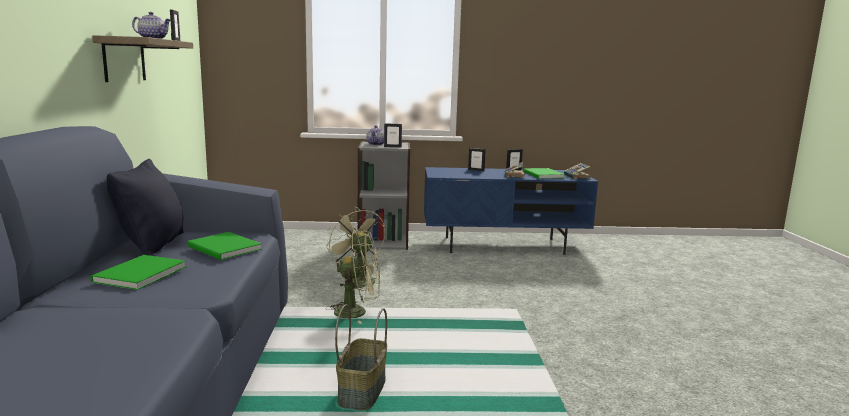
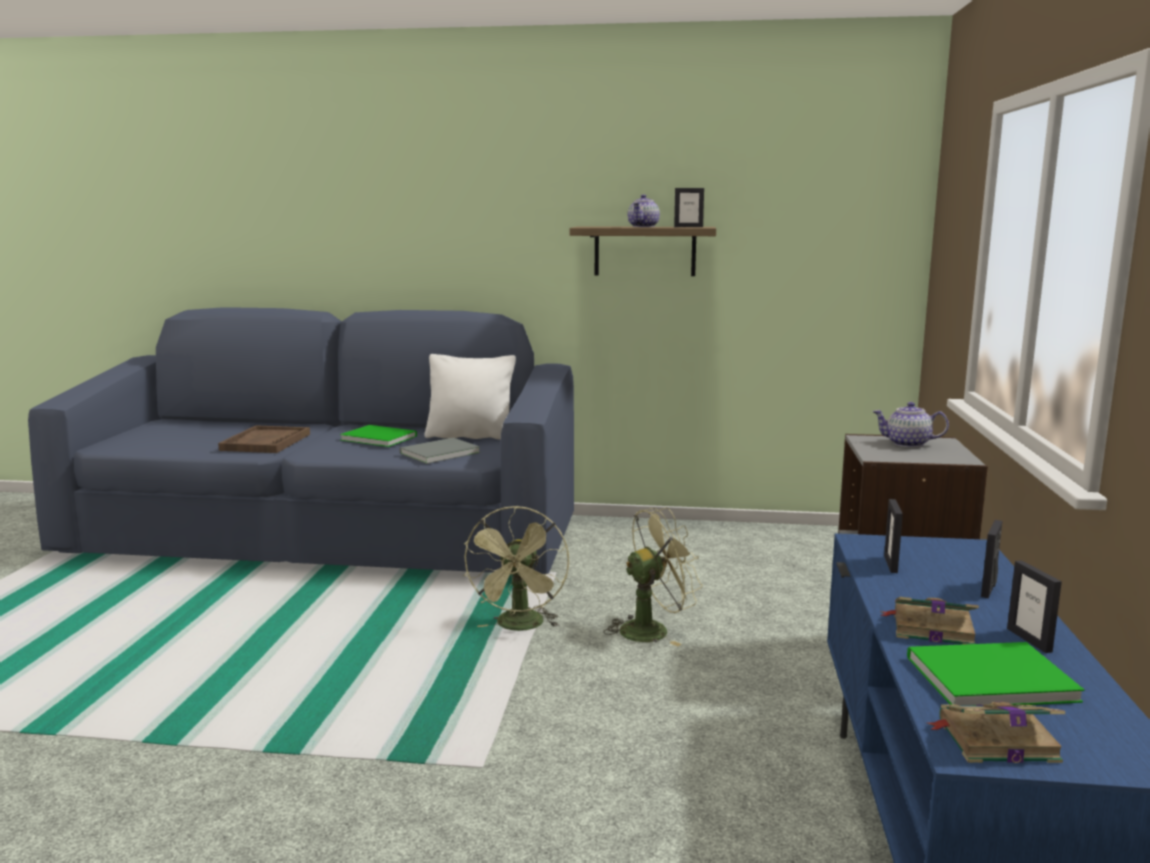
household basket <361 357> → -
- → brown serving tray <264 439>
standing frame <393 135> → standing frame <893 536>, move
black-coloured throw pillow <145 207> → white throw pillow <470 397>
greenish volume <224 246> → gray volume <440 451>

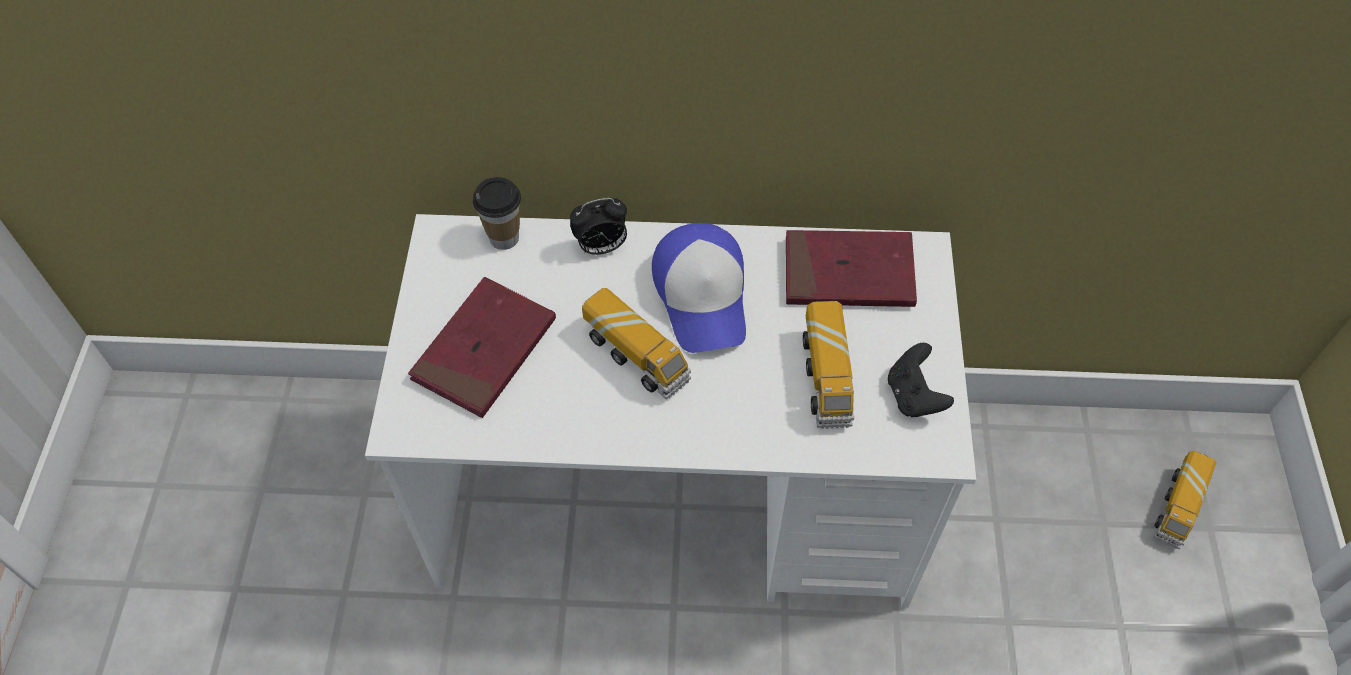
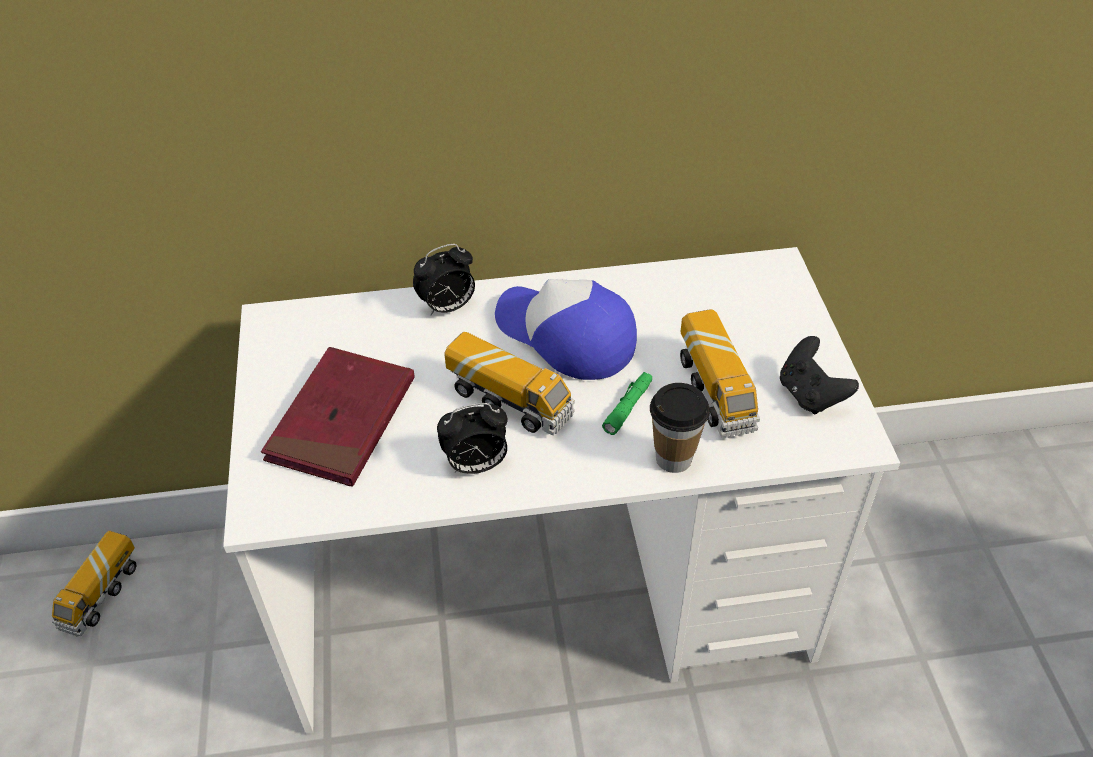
reddish volume <851 268> → -
- → alarm clock <472 438>
- → greenish flashlight <627 403>
cup <497 213> → cup <680 428>, move
model truck <1184 500> → model truck <94 584>, move
peaked cap <699 288> → peaked cap <566 329>, 150 degrees clockwise

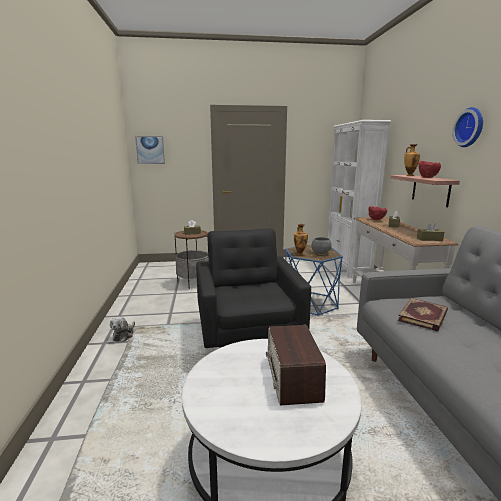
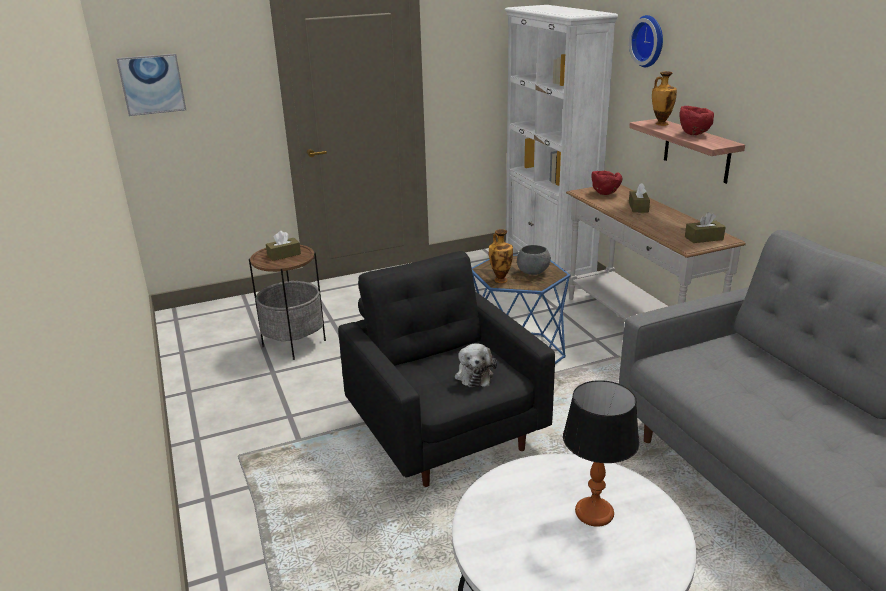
volume <423 314> → -
soft toy <122 329> → soft toy <476 365>, move
clock on the wall <467 127> → clock on the wall <646 41>, move
radio <296 365> → table lamp <601 453>

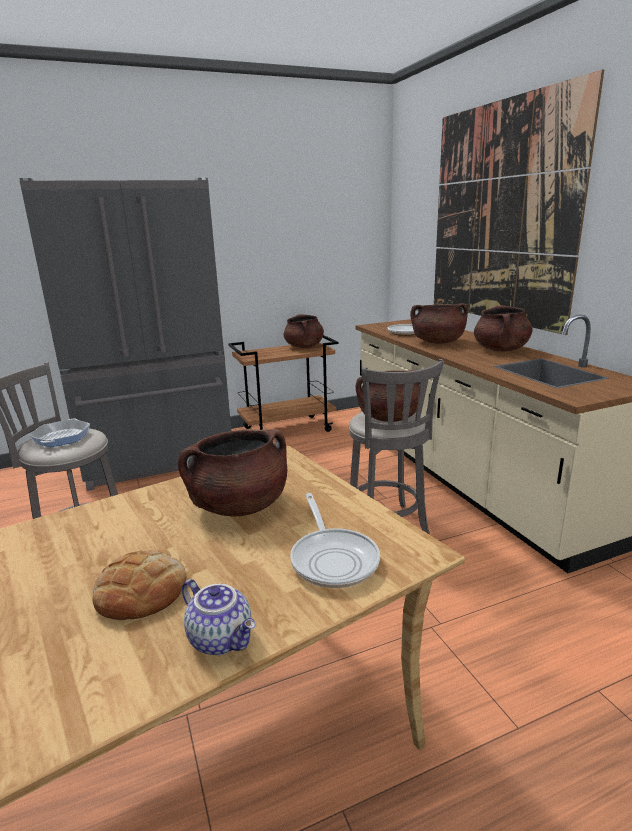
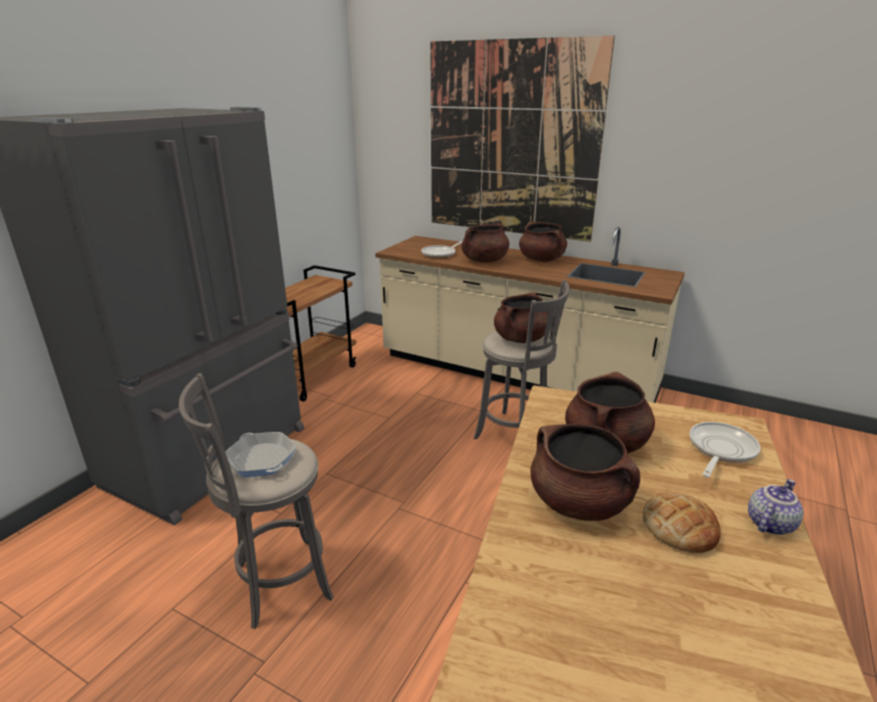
brown cooking pot <304 331> → brown cooking pot <585 472>, move
teapot <219 617> → teapot <775 507>, 45 degrees counterclockwise
skillet <335 540> → skillet <725 450>, 90 degrees counterclockwise

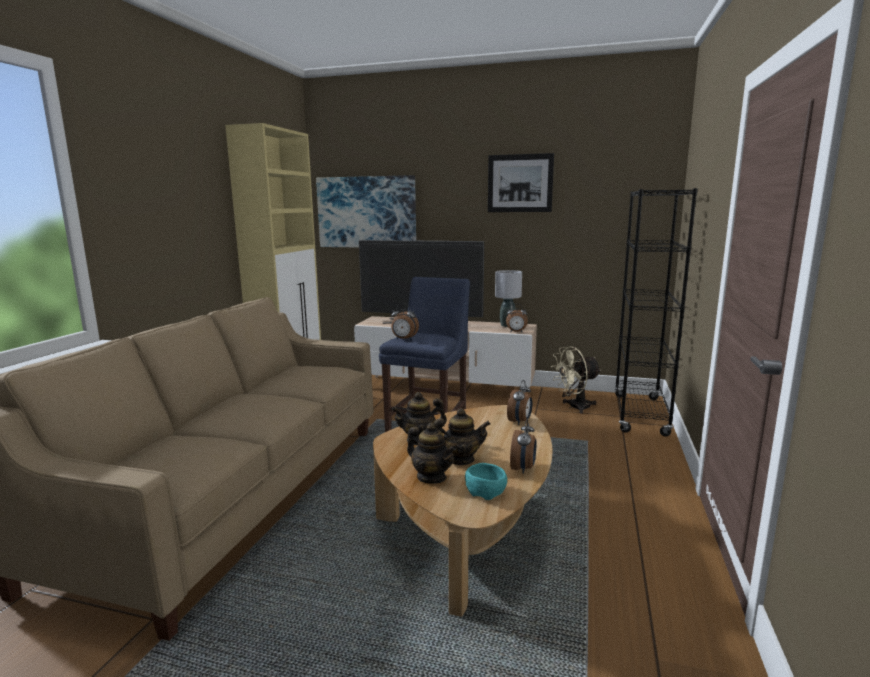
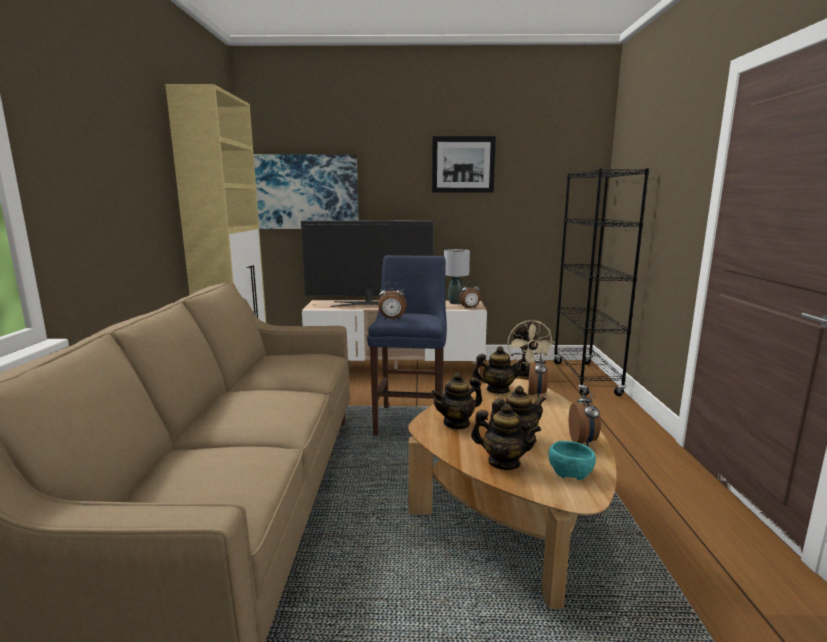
- → teapot <499 370>
sand-coloured electric fan <576 380> → sand-coloured electric fan <531 349>, 60 degrees counterclockwise

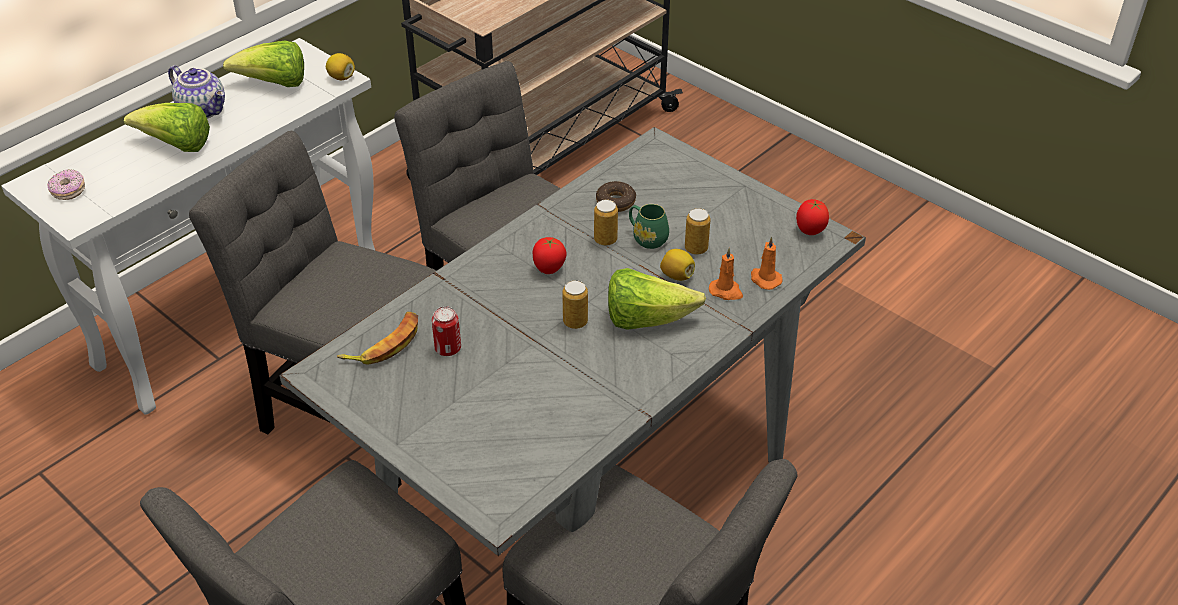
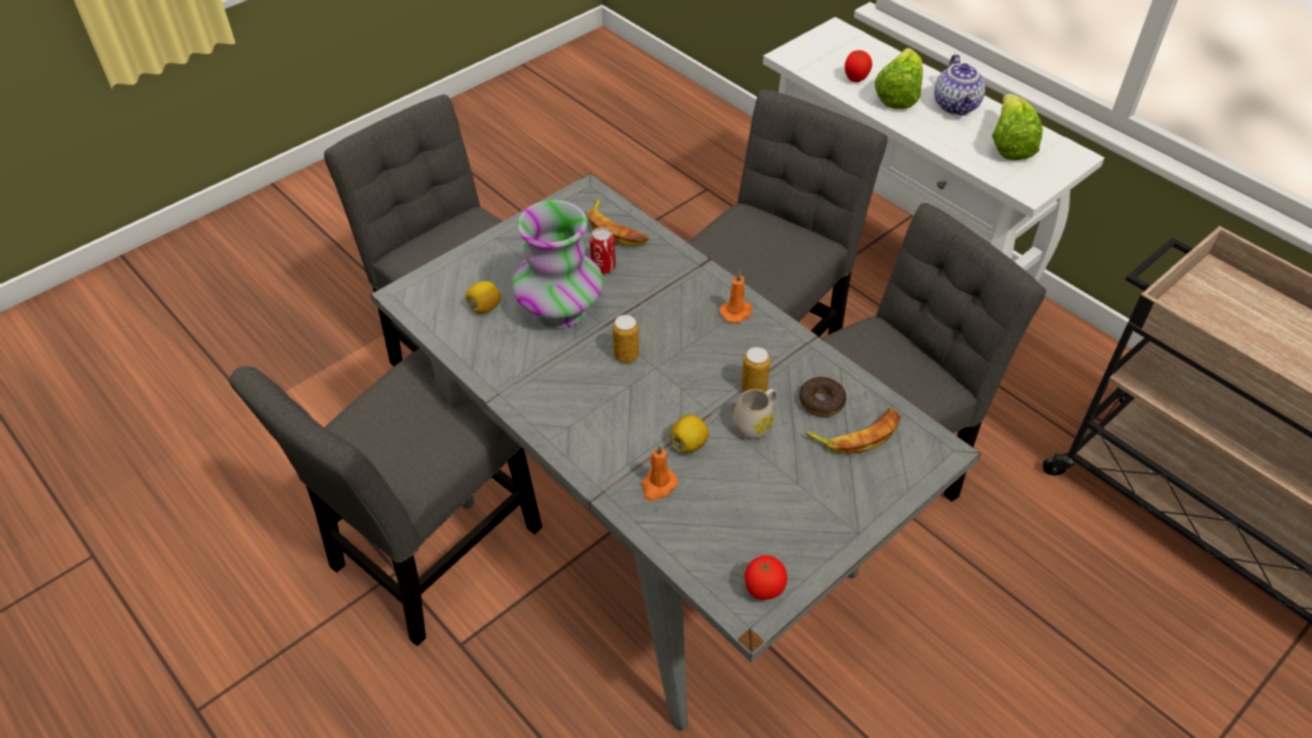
donut <66 184> → -
lettuce head <657 299> → -
can <697 231> → -
- → vase <557 264>
- → whole banana <853 431>
whole lemon <340 66> → whole lemon <483 297>, move
whole tomato <550 255> → whole tomato <858 66>, move
orange-coloured wax candle <767 263> → orange-coloured wax candle <736 297>, move
greenish mug <649 226> → white mug <754 414>
teapot <196 92> → teapot <959 85>, 45 degrees counterclockwise

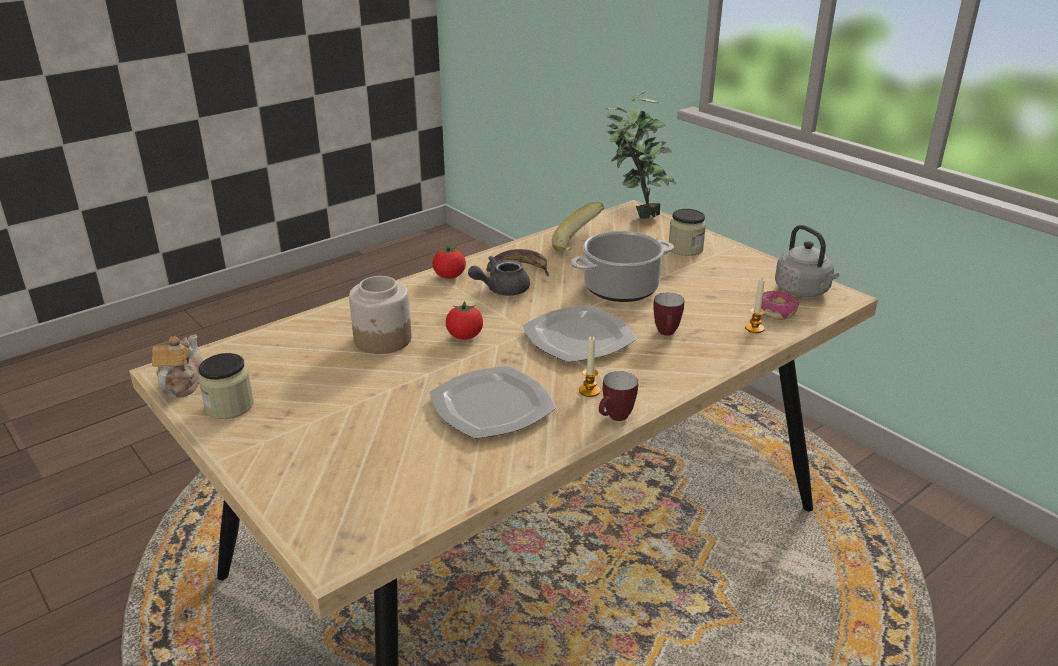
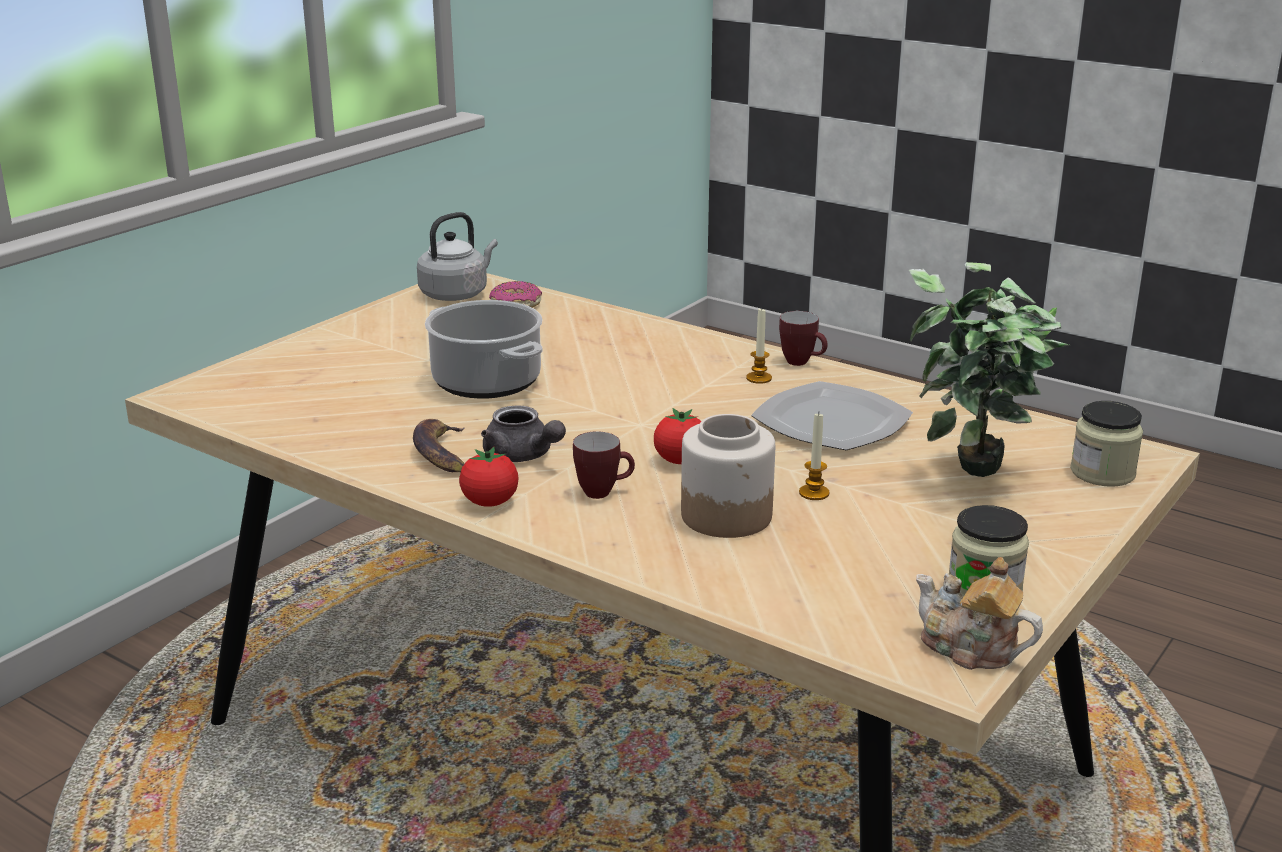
plate <579 334> → -
whole banana <578 226> → -
plant in a pot <641 154> → plant in a pot <989 369>, move
mug <668 314> → mug <604 465>, move
jar <687 232> → jar <1106 444>, move
wax candle <755 305> → wax candle <814 456>, move
teapot <178 366> → teapot <979 613>, 45 degrees clockwise

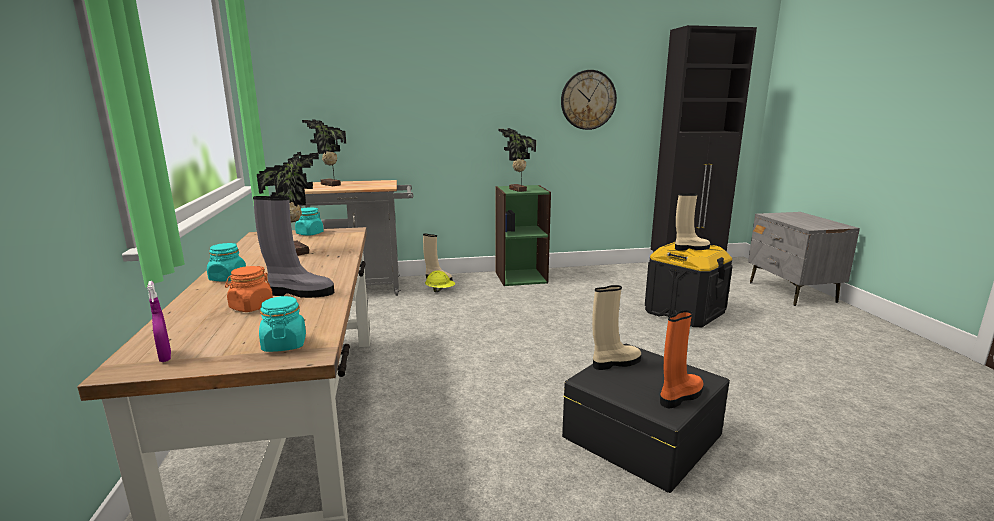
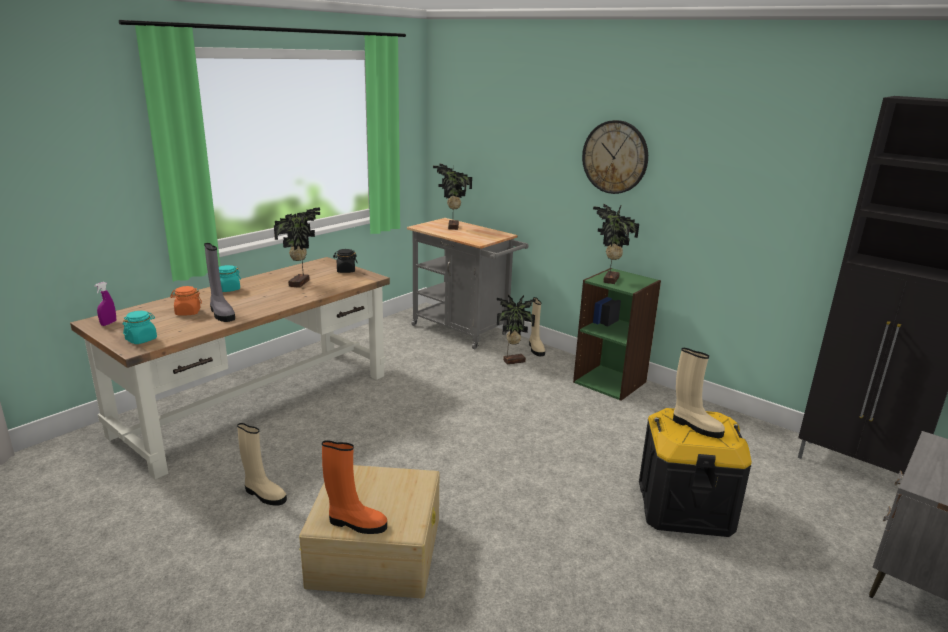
clock on the wall <589 100> → clock on the wall <615 157>, move
sand-coloured high-top boot <616 327> → sand-coloured high-top boot <262 464>, move
yellow hard hat <440 281> → plant in a pot <516 330>
turquoise-coloured jar <309 221> → black-coloured jar <345 261>
black-coloured storage bin <646 418> → sand-coloured storage bin <369 531>

